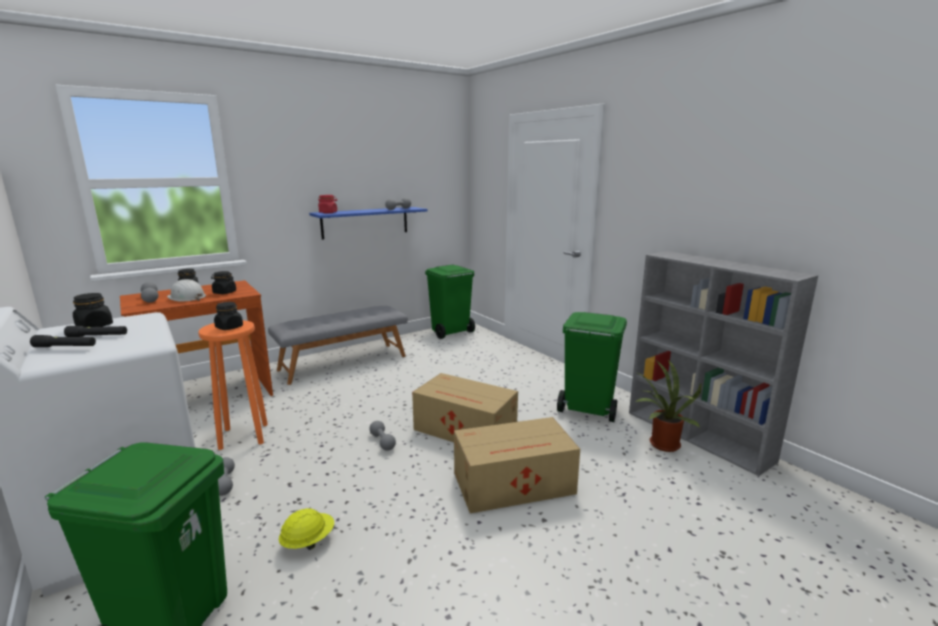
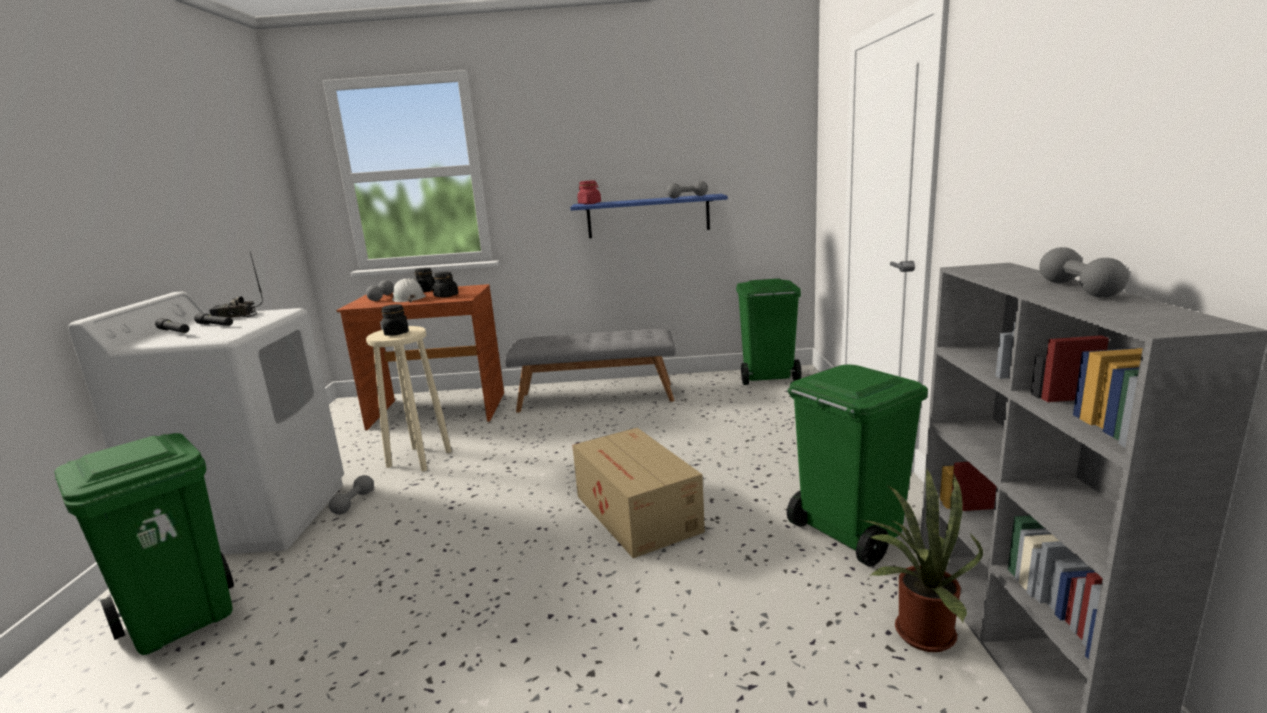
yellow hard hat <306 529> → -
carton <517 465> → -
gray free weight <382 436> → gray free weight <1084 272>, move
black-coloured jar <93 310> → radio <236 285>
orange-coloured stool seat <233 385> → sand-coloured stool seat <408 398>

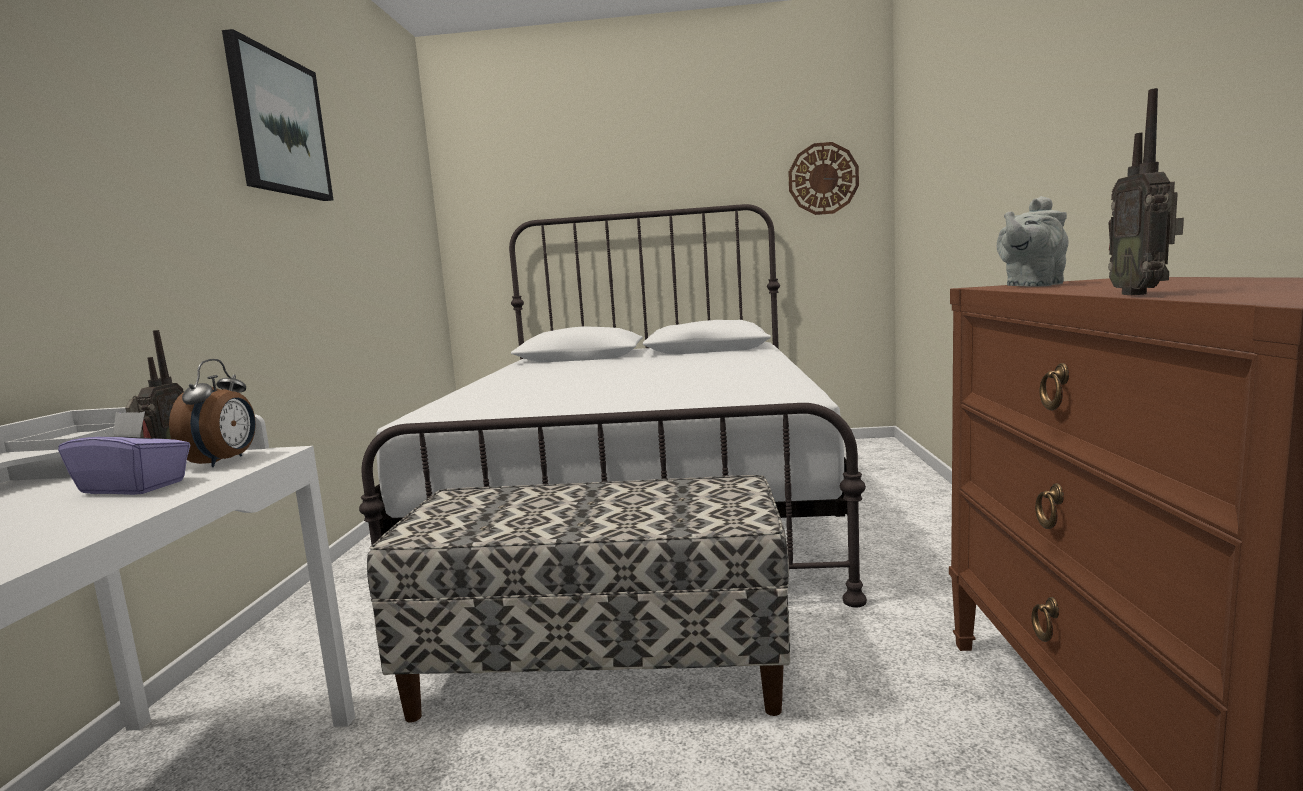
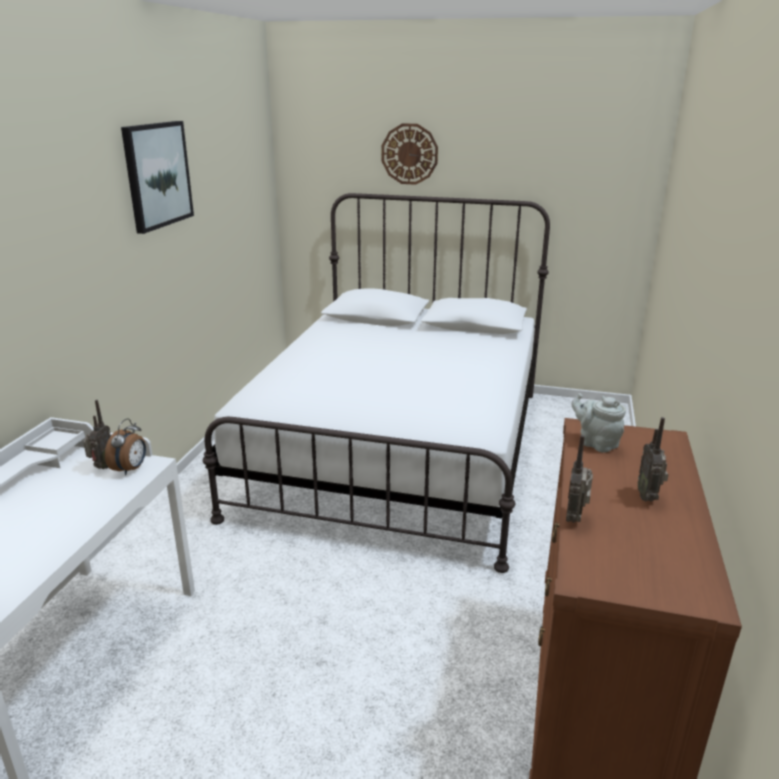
purple tissue box <124 453> → -
indoor bench <578 599> → -
- → radio <653 459>
clock on the wall <823 178> → clock on the wall <410 154>, move
gray teapot <1032 241> → gray teapot <599 423>, 75 degrees clockwise

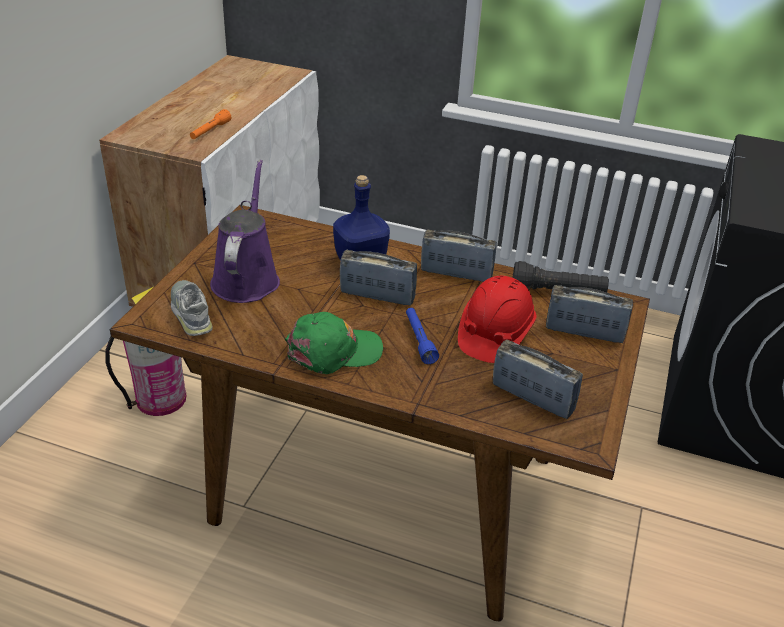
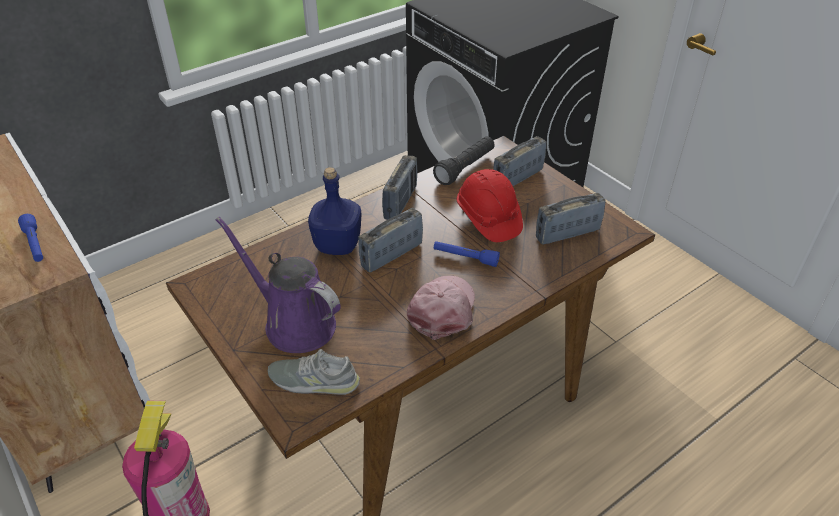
orange-coloured flashlight <210 124> → blue-coloured flashlight <30 238>
greenish peaked cap <334 343> → pinkish peaked cap <441 307>
radio <459 255> → radio <399 187>, 150 degrees clockwise

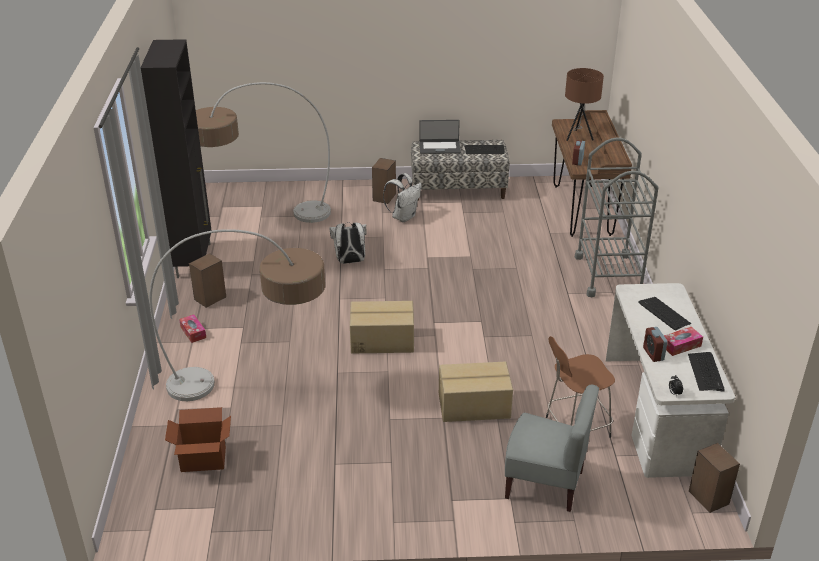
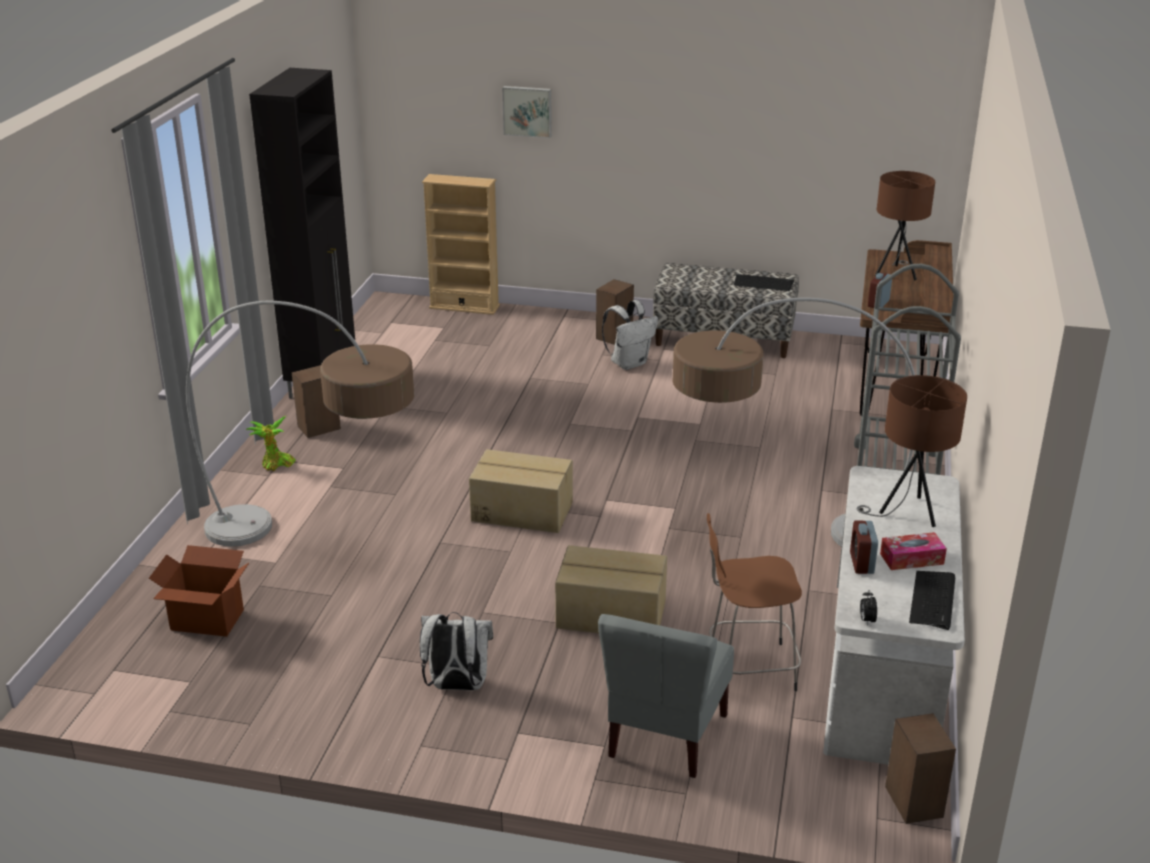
laptop <439 137> → -
- → sand-coloured bookshelf <461 244>
- → wall art <527 112>
standard lamp <263 152> → standard lamp <794 422>, move
white knapsack <348 243> → white knapsack <456 651>, move
tissue box <192 328> → plant in a pot <271 443>
PC keyboard <664 314> → brown table lamp <912 451>
gray plain chair <552 448> → gray plain chair <666 696>, 75 degrees clockwise

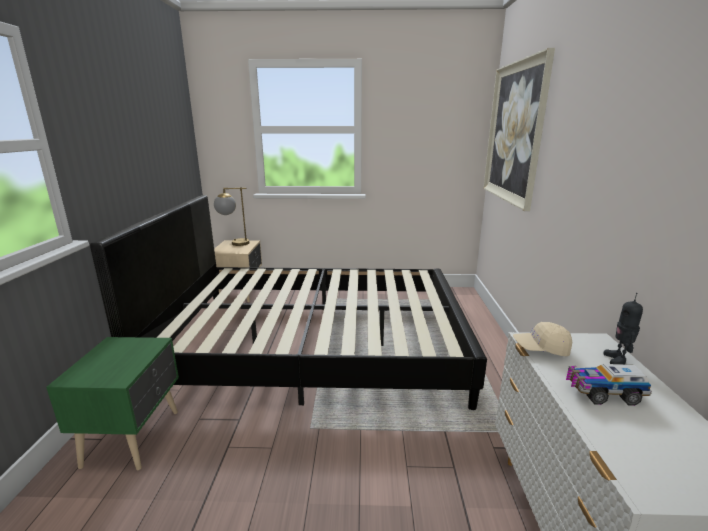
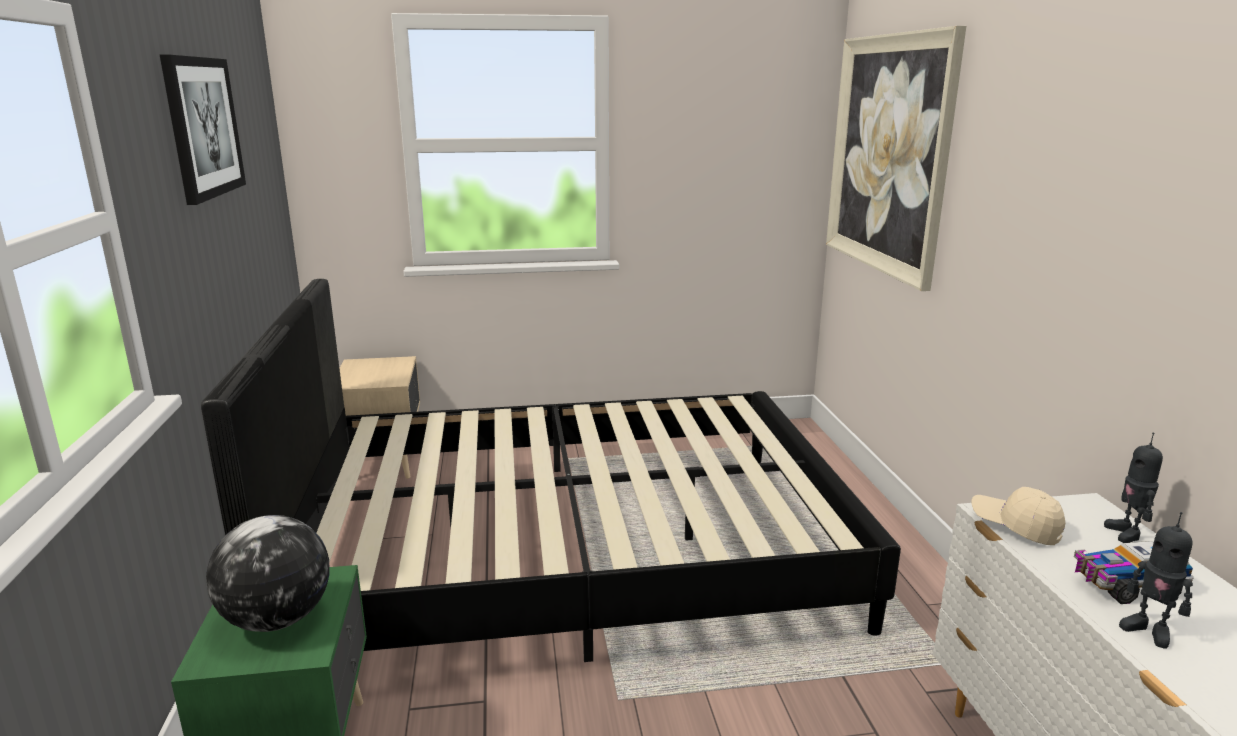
table lamp <232 216> → -
- → wall art <203 130>
- → desk globe <267 573>
- → model robot <1156 580>
sand-coloured peaked cap <542 339> → sand-coloured peaked cap <1018 516>, 45 degrees clockwise

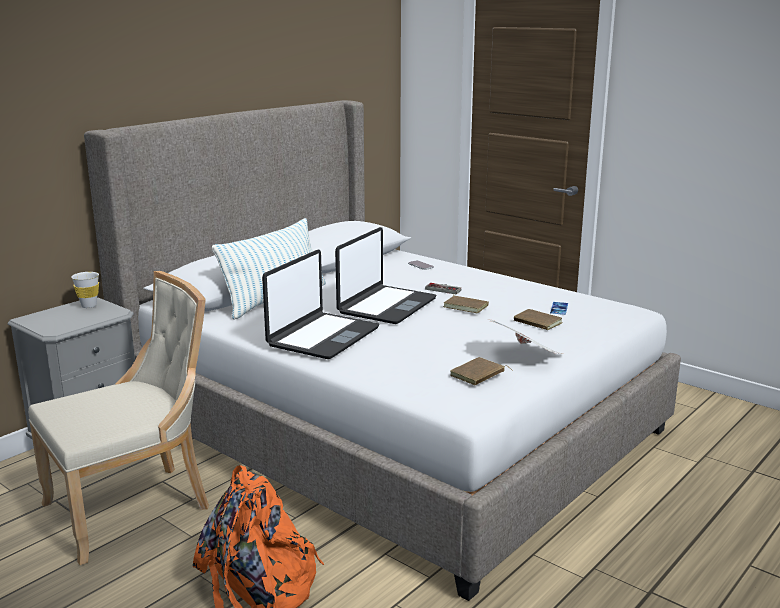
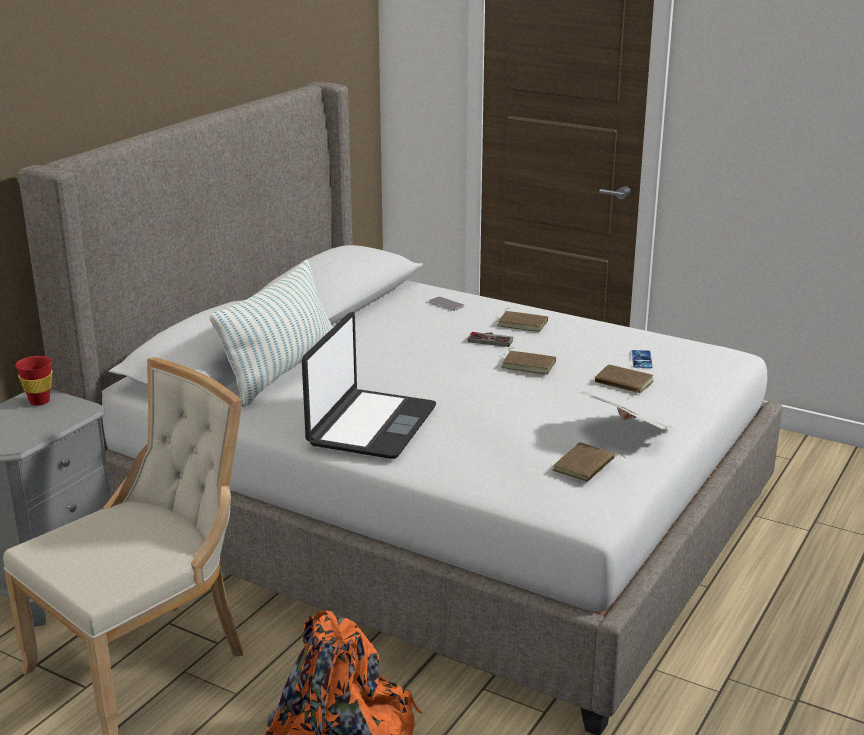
laptop <385 275> → -
- → brown volume <522 320>
white cup <85 290> → reddish cup <33 381>

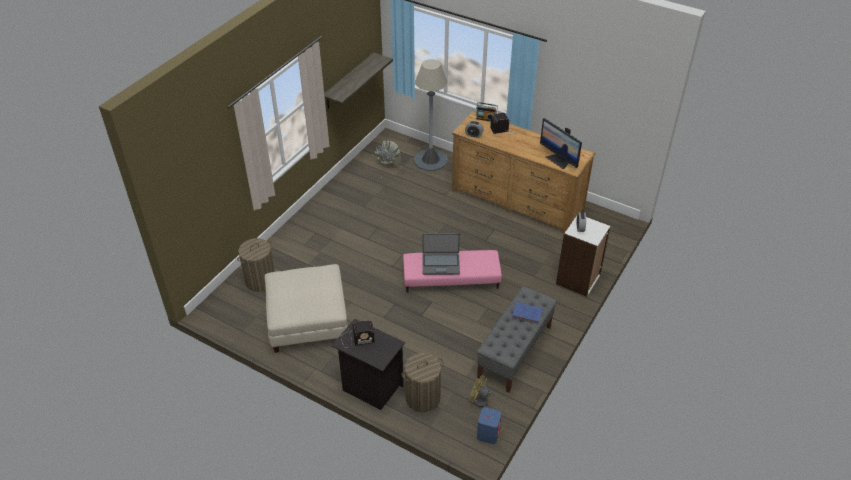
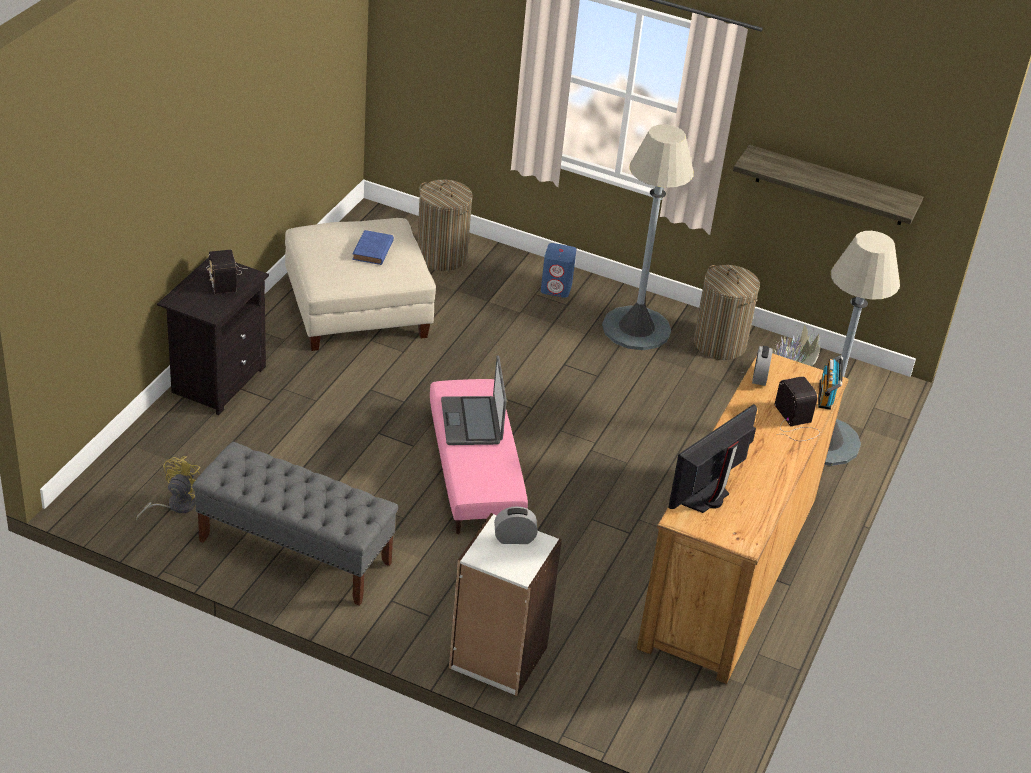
- → gray standard lamp <648 237>
washing basket <422 382> → washing basket <727 312>, move
blue-coloured audio speaker <489 425> → blue-coloured audio speaker <558 270>, move
blue-coloured volume <527 313> → blue-coloured volume <373 247>, move

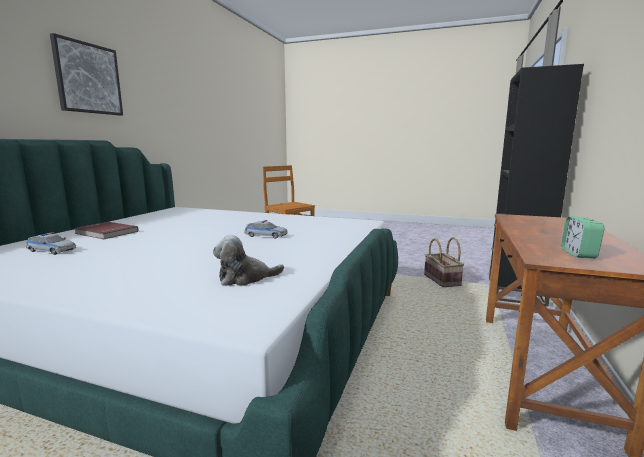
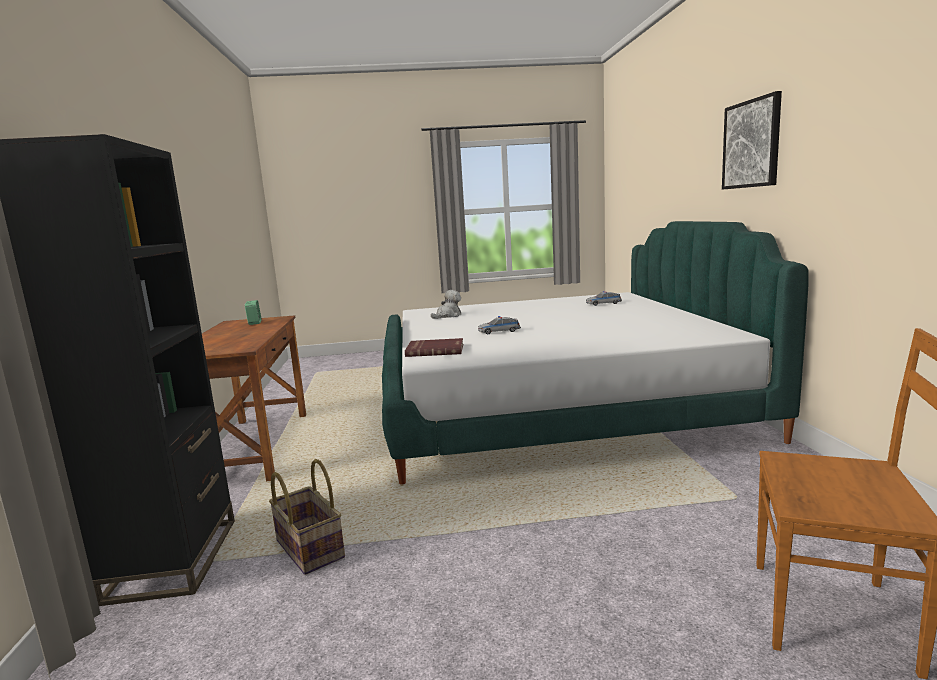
reddish volume <106 230> → reddish volume <434 347>, move

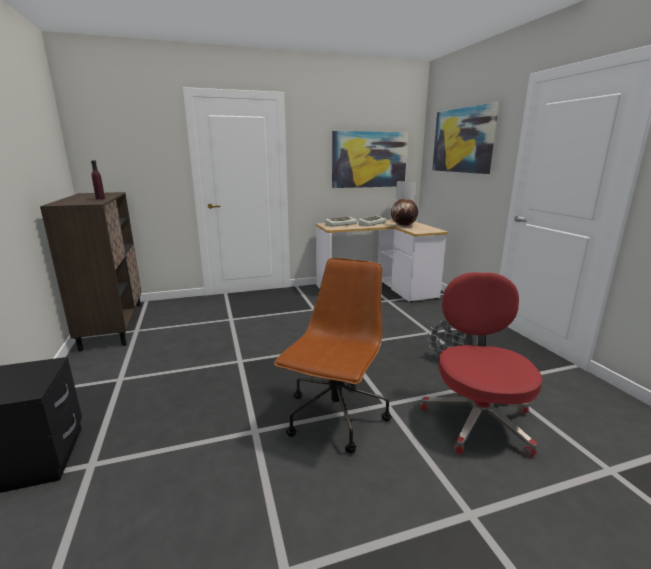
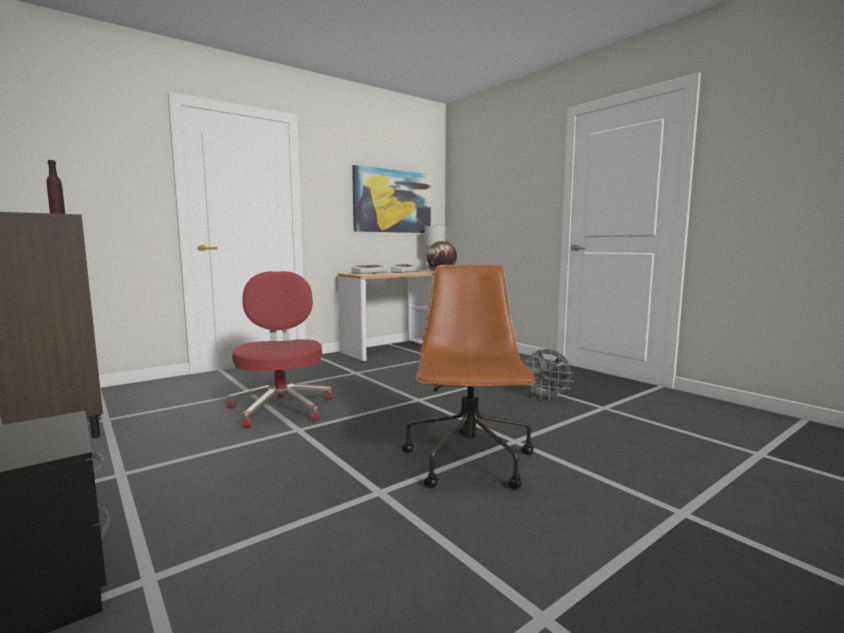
wall art <465 138> → -
reddish computer chair <482 364> → reddish computer chair <280 349>, move

